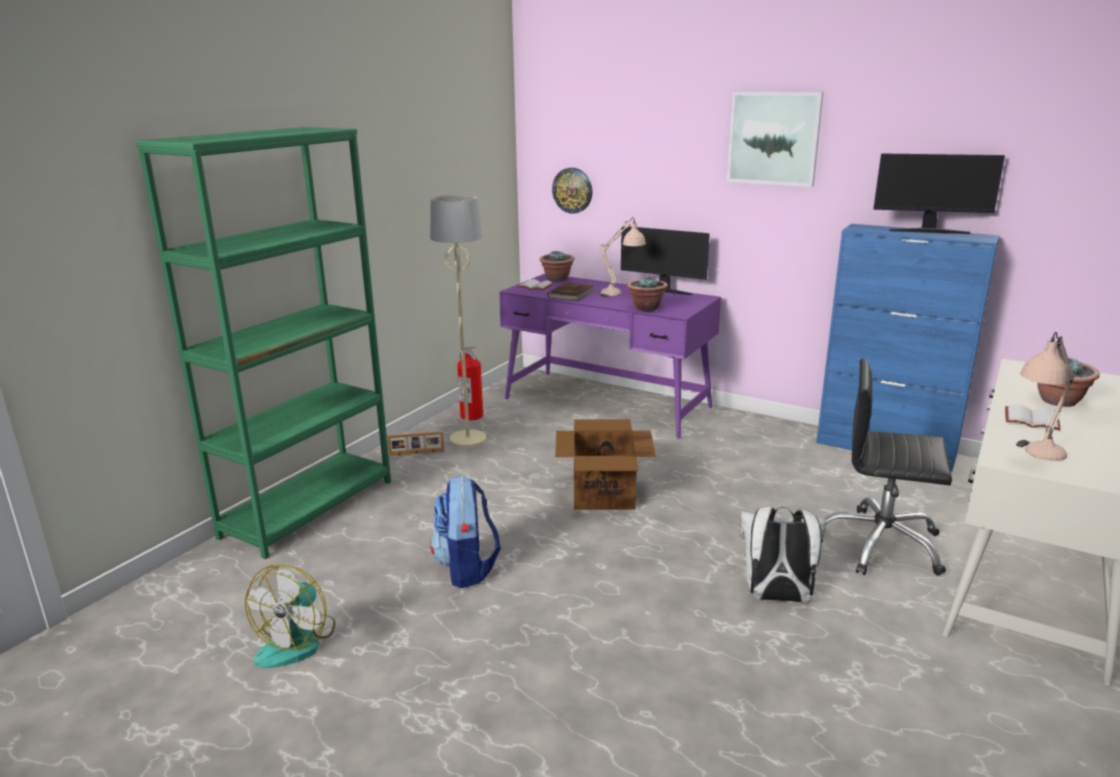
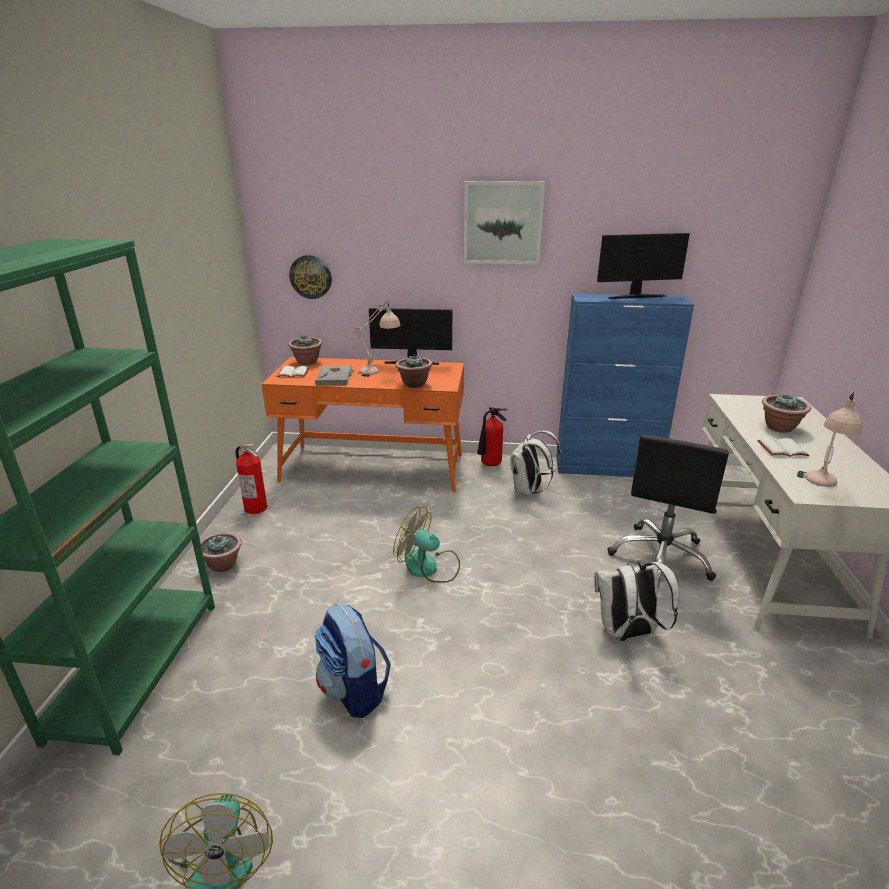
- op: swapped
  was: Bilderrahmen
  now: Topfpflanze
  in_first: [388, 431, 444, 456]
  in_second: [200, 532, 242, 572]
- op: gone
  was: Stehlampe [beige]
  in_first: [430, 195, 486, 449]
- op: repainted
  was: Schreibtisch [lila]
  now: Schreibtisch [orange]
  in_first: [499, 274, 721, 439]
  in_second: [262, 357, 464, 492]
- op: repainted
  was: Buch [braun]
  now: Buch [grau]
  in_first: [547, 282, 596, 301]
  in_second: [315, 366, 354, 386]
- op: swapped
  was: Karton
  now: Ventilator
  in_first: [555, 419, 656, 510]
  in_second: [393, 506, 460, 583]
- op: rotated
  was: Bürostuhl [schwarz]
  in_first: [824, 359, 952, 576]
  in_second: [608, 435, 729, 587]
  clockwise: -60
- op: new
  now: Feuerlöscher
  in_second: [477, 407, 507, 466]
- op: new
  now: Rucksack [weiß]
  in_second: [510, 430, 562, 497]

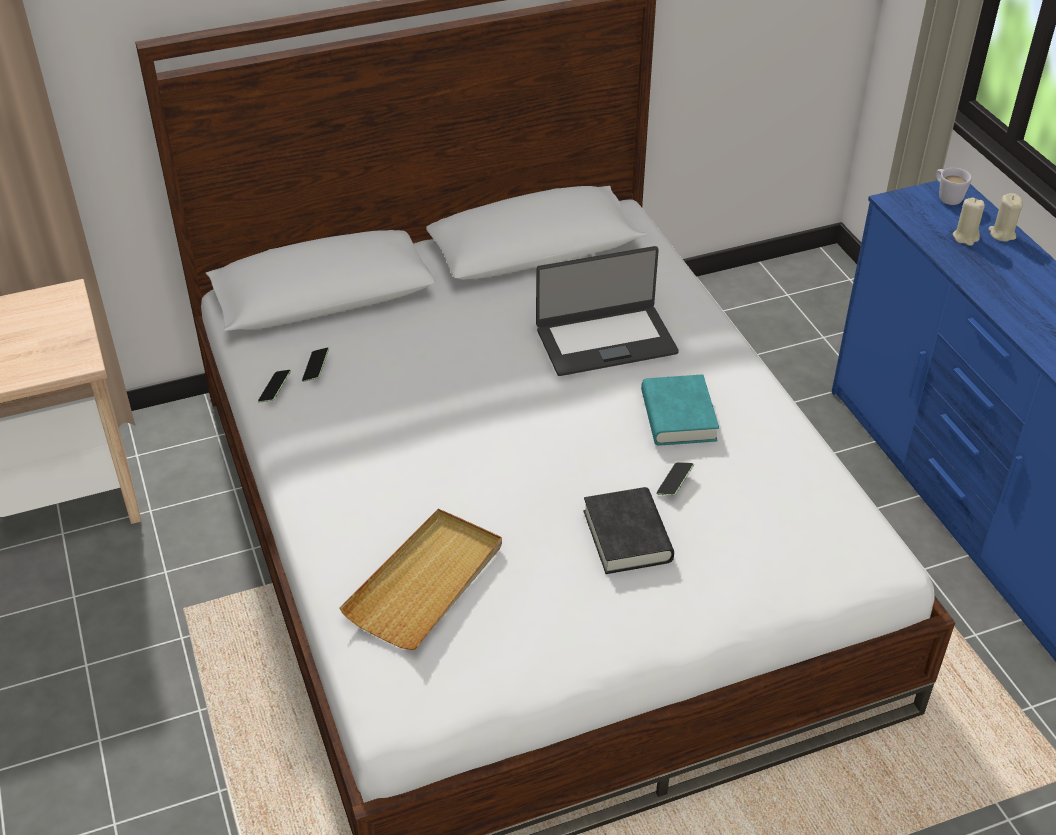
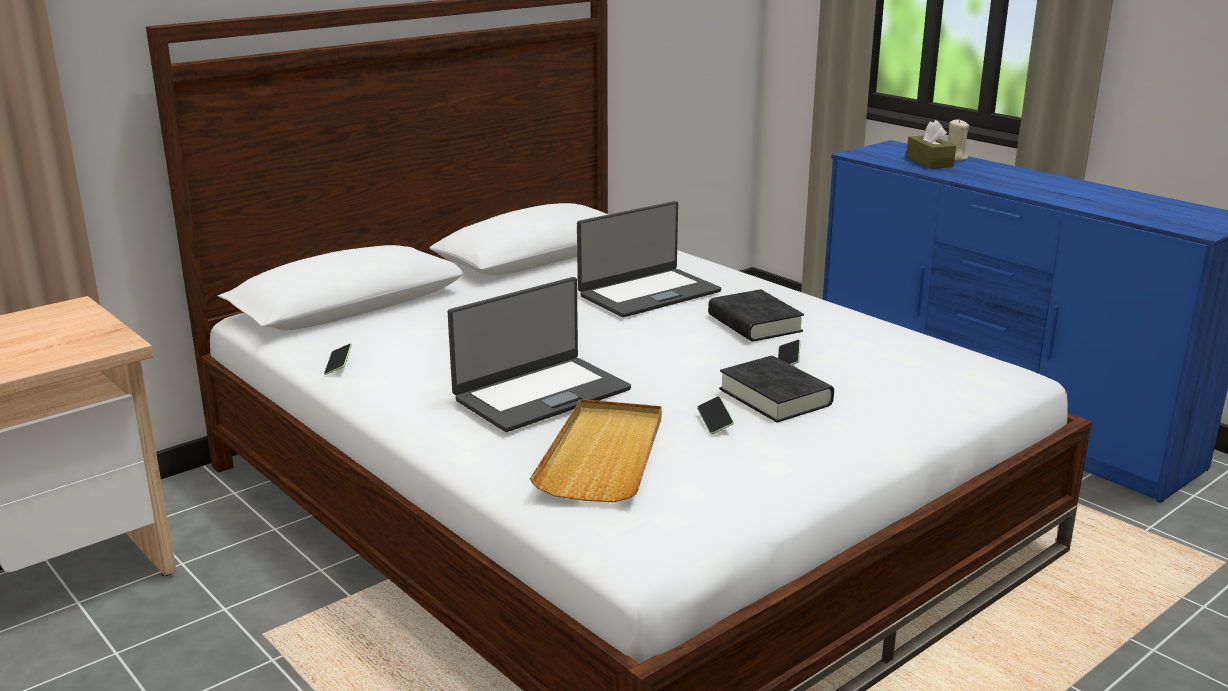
- op: shifted
  was: Handy
  in_first: [302, 347, 329, 382]
  in_second: [697, 396, 734, 434]
- op: repainted
  was: Buch [türkis]
  now: Buch [schwarz]
  in_first: [641, 374, 719, 446]
  in_second: [708, 289, 804, 342]
- op: gone
  was: Henkelbecher [weiß]
  in_first: [936, 168, 972, 205]
- op: swapped
  was: Kerze [beige]
  now: Taschentuchbox [braun]
  in_first: [953, 198, 985, 246]
  in_second: [906, 120, 956, 169]
- op: new
  now: Laptop
  in_second: [448, 277, 631, 432]

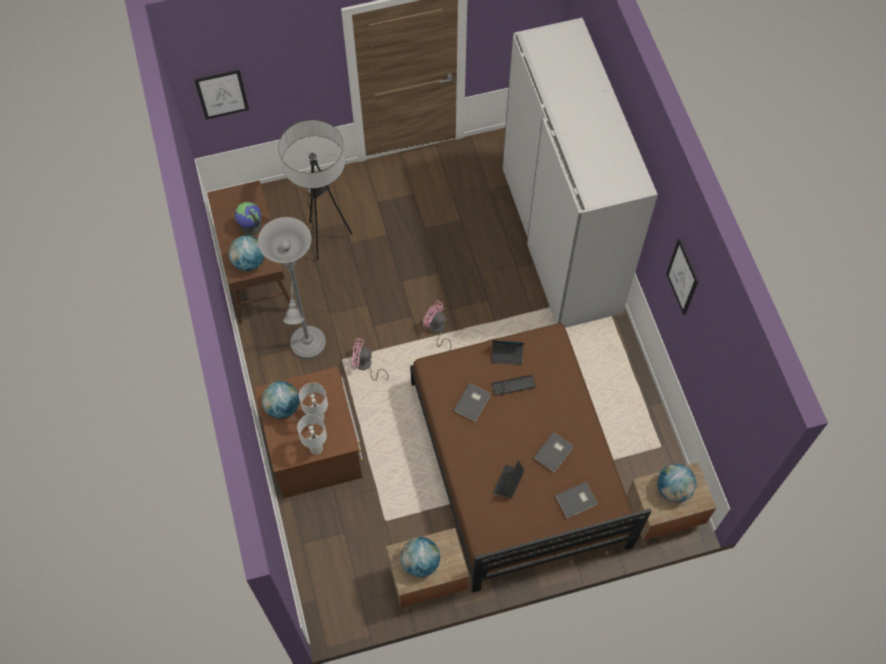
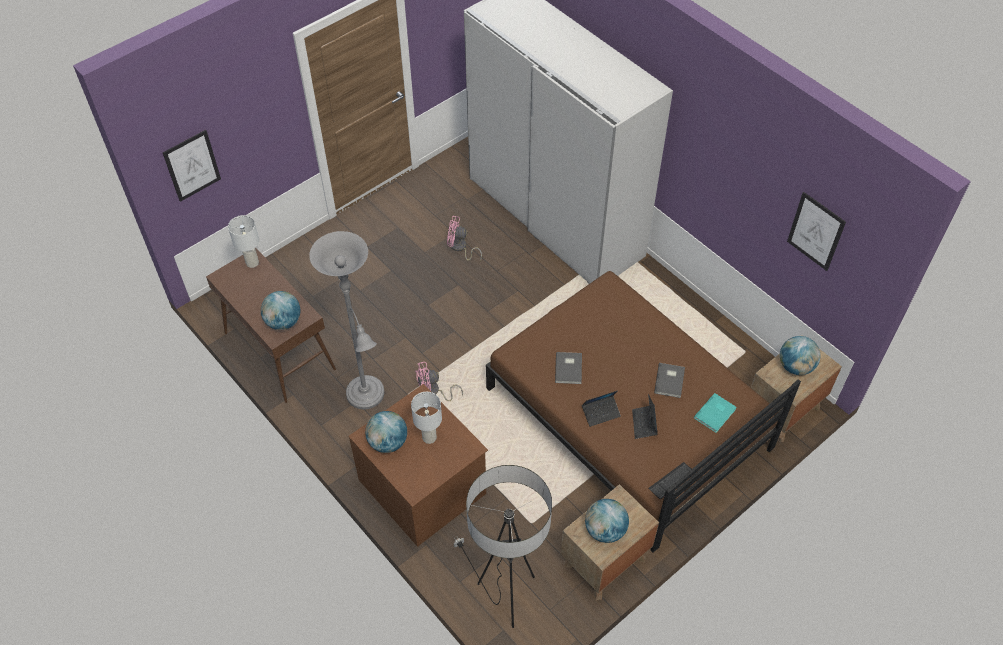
- op: gone
  was: Globus
  in_first: [235, 202, 261, 235]
- op: shifted
  was: Stehlampe
  in_first: [278, 120, 352, 260]
  in_second: [454, 465, 552, 628]
- op: shifted
  was: Tischlampe [weiß]
  in_first: [297, 414, 327, 454]
  in_second: [228, 215, 259, 268]
- op: shifted
  was: Ventilator [rosa]
  in_first: [423, 300, 452, 351]
  in_second: [447, 216, 482, 261]
- op: shifted
  was: Laptop
  in_first: [491, 340, 524, 365]
  in_second: [582, 391, 621, 427]
- op: shifted
  was: Tastatur
  in_first: [491, 375, 536, 396]
  in_second: [648, 462, 691, 499]
- op: repainted
  was: Buch [grau]
  now: Buch [türkis]
  in_first: [555, 482, 598, 518]
  in_second: [694, 393, 737, 433]
- op: shifted
  was: Bild
  in_first: [666, 238, 698, 315]
  in_second: [787, 192, 846, 271]

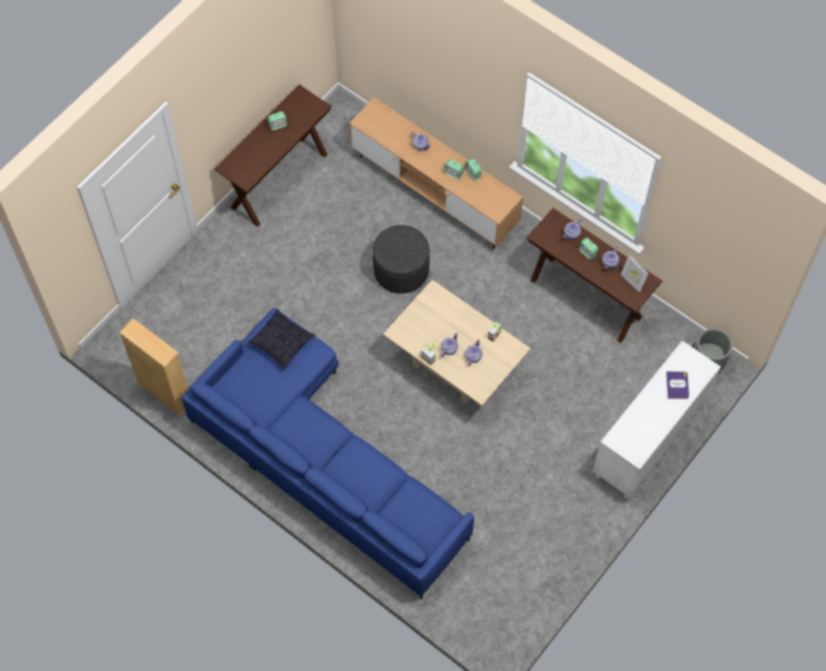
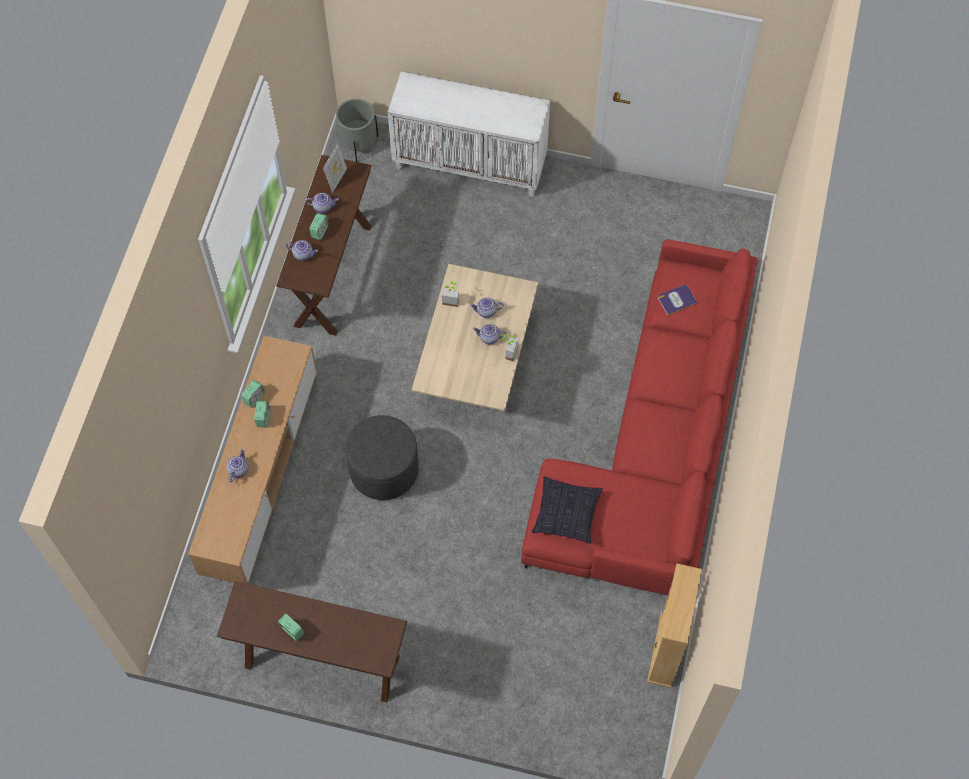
- op: repainted
  was: Sofa [blau]
  now: Sofa [rot]
  in_first: [182, 308, 474, 600]
  in_second: [521, 239, 758, 595]
- op: shifted
  was: Buch
  in_first: [666, 371, 689, 399]
  in_second: [658, 285, 697, 315]

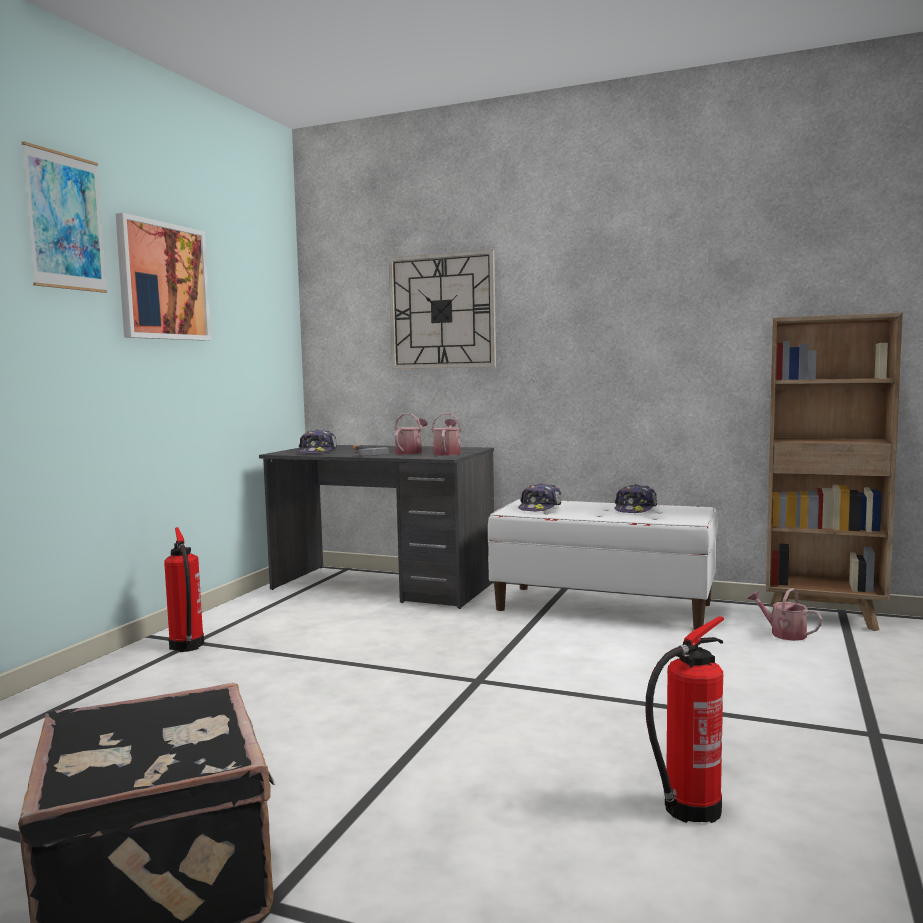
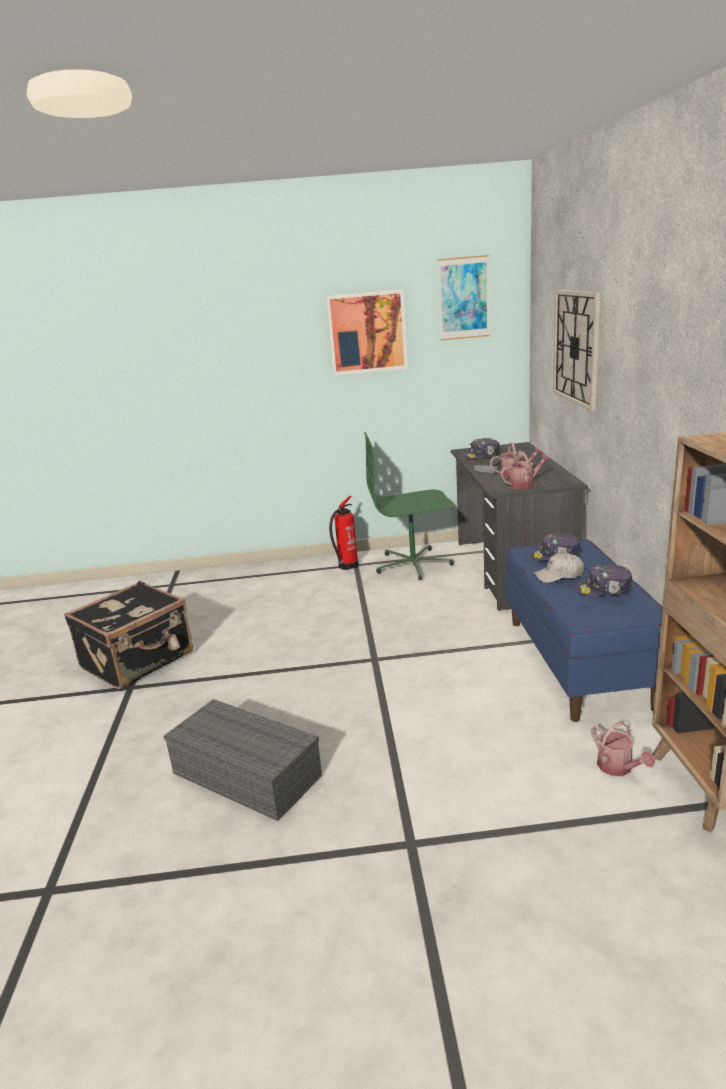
- op: shifted
  was: Bild
  in_first: [22, 141, 107, 293]
  in_second: [438, 255, 490, 341]
- op: repainted
  was: Bank [weiß]
  now: Bank [blau]
  in_first: [488, 499, 718, 630]
  in_second: [505, 540, 663, 722]
- op: swapped
  was: Feuerlöscher
  now: Aufbewahrungsbox [grau]
  in_first: [645, 616, 724, 823]
  in_second: [163, 699, 322, 821]
- op: rotated
  was: Gießkanne
  in_first: [747, 588, 823, 641]
  in_second: [591, 722, 655, 776]
  clockwise: 135
- op: new
  now: Bürostuhl [grün]
  in_second: [364, 432, 454, 581]
- op: new
  now: Kappe [weiß]
  in_second: [534, 553, 584, 583]

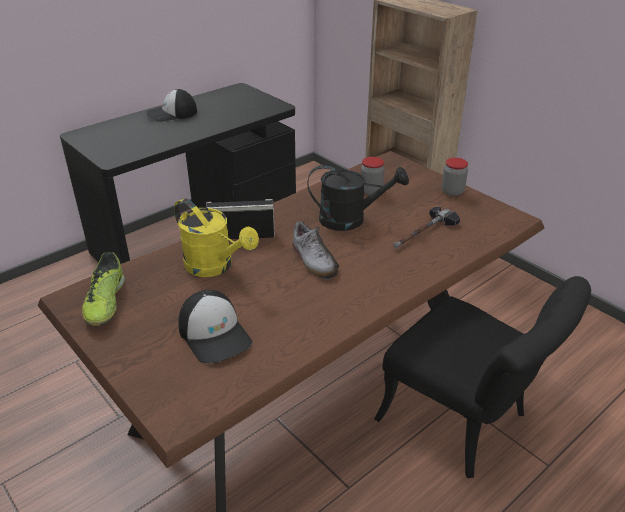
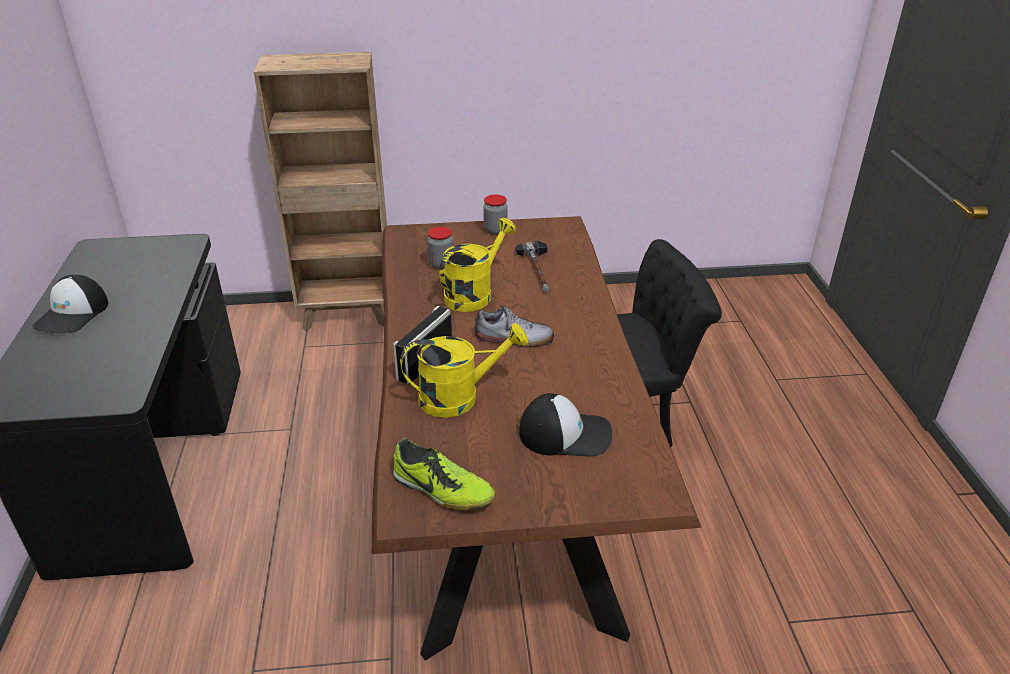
- op: repainted
  was: Gießkanne [schwarz]
  now: Gießkanne [gelb]
  in_first: [307, 165, 409, 231]
  in_second: [439, 218, 516, 312]

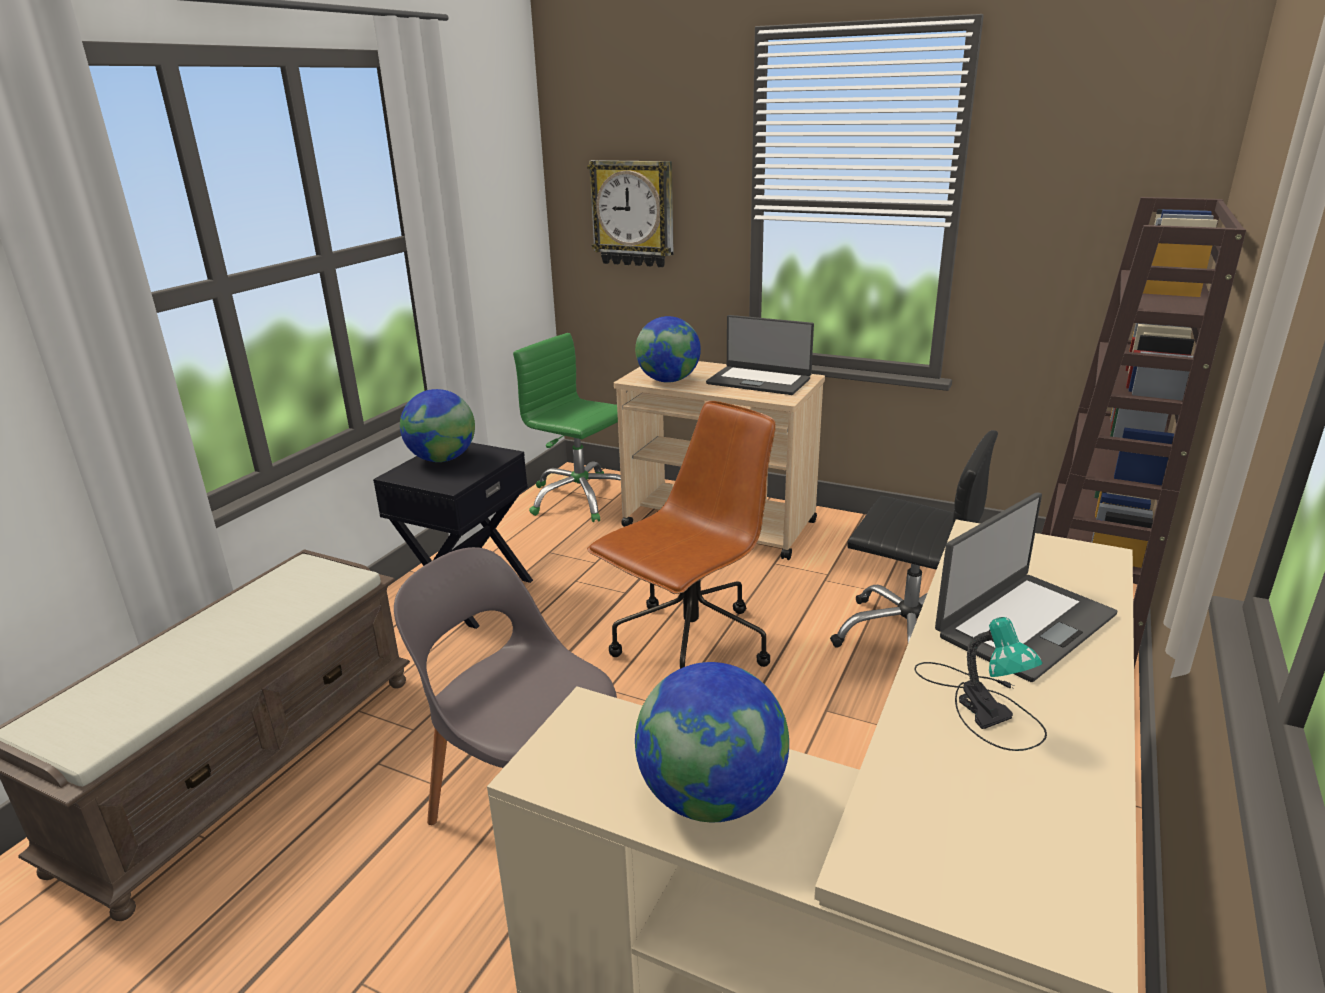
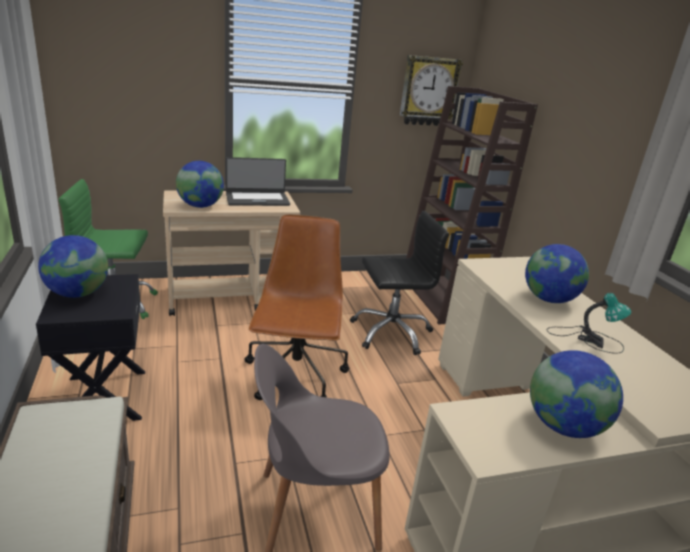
- op: shifted
  was: Wanduhr
  in_first: [587, 160, 674, 267]
  in_second: [400, 55, 463, 126]
- op: swapped
  was: Laptop
  now: Globus
  in_first: [935, 492, 1118, 682]
  in_second: [525, 244, 589, 303]

